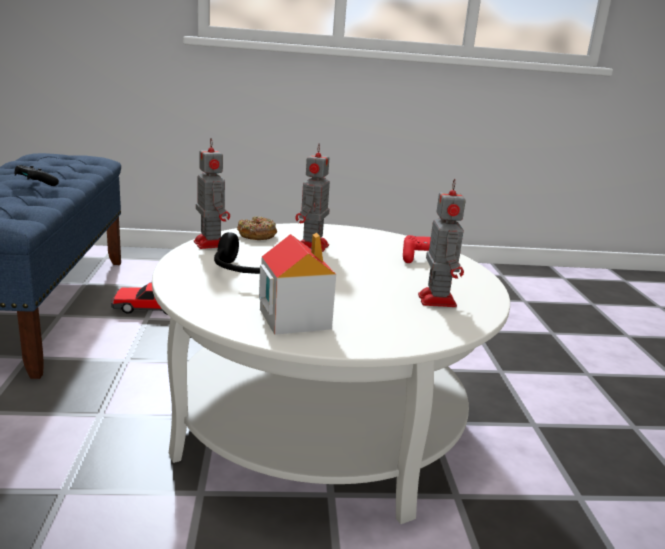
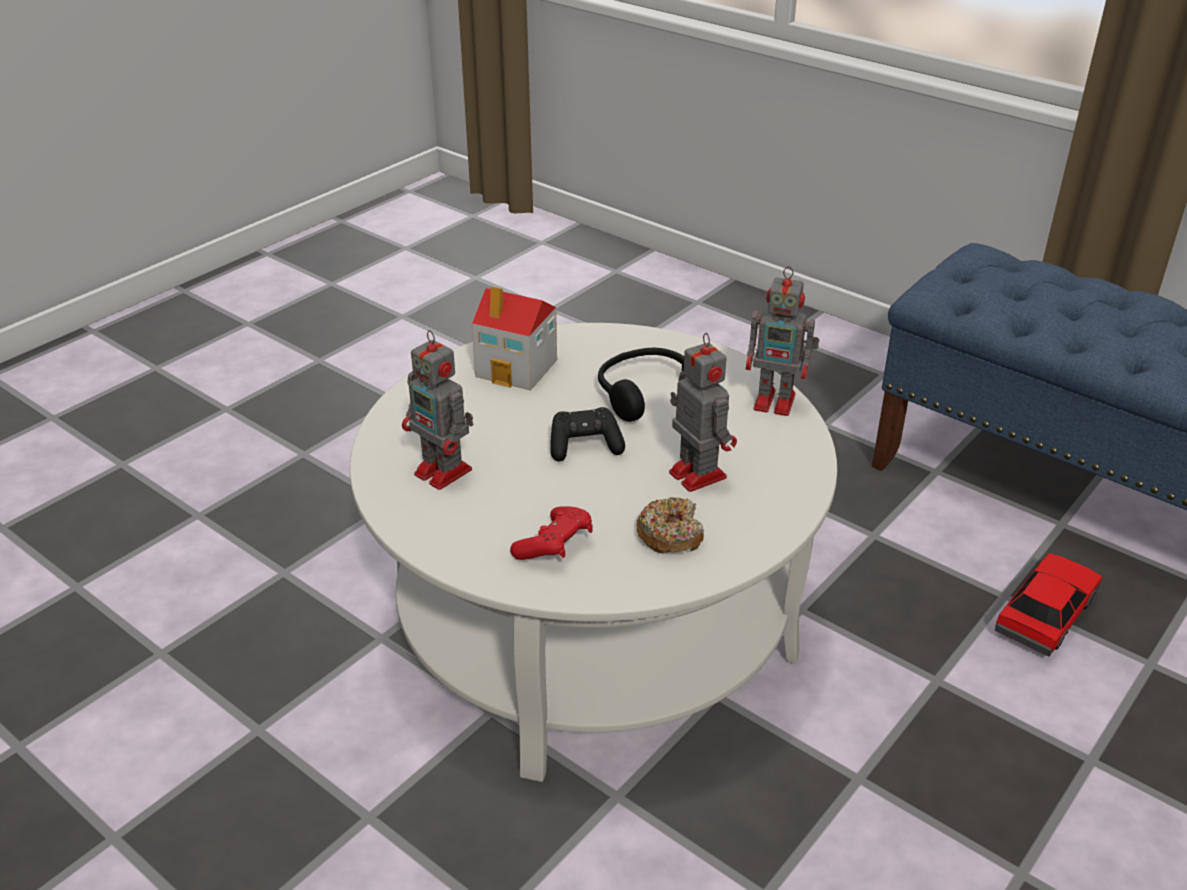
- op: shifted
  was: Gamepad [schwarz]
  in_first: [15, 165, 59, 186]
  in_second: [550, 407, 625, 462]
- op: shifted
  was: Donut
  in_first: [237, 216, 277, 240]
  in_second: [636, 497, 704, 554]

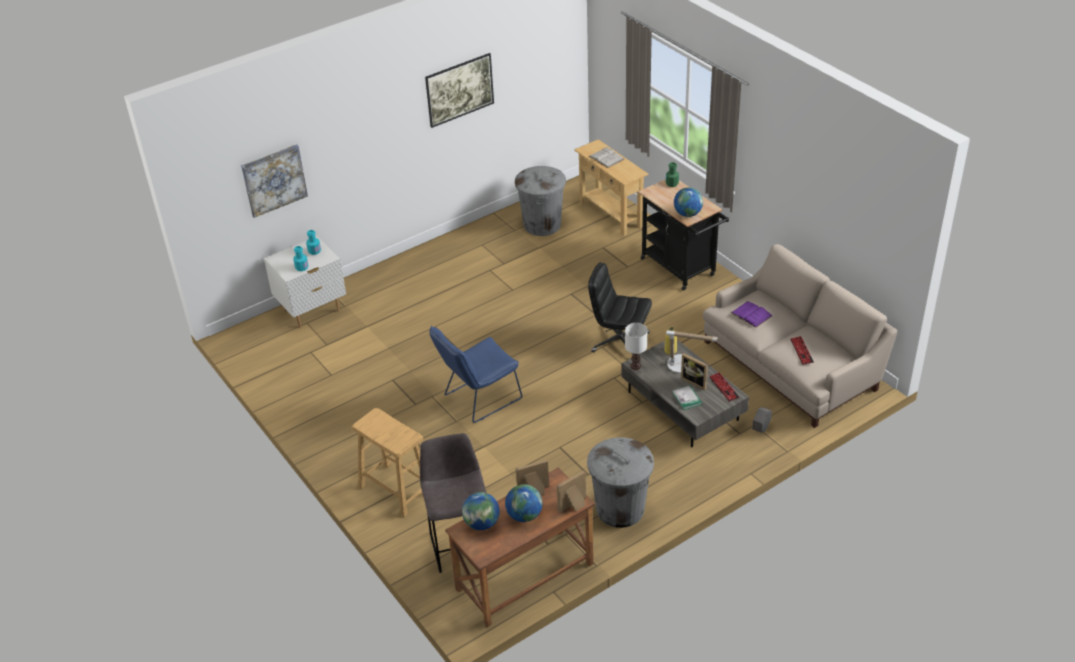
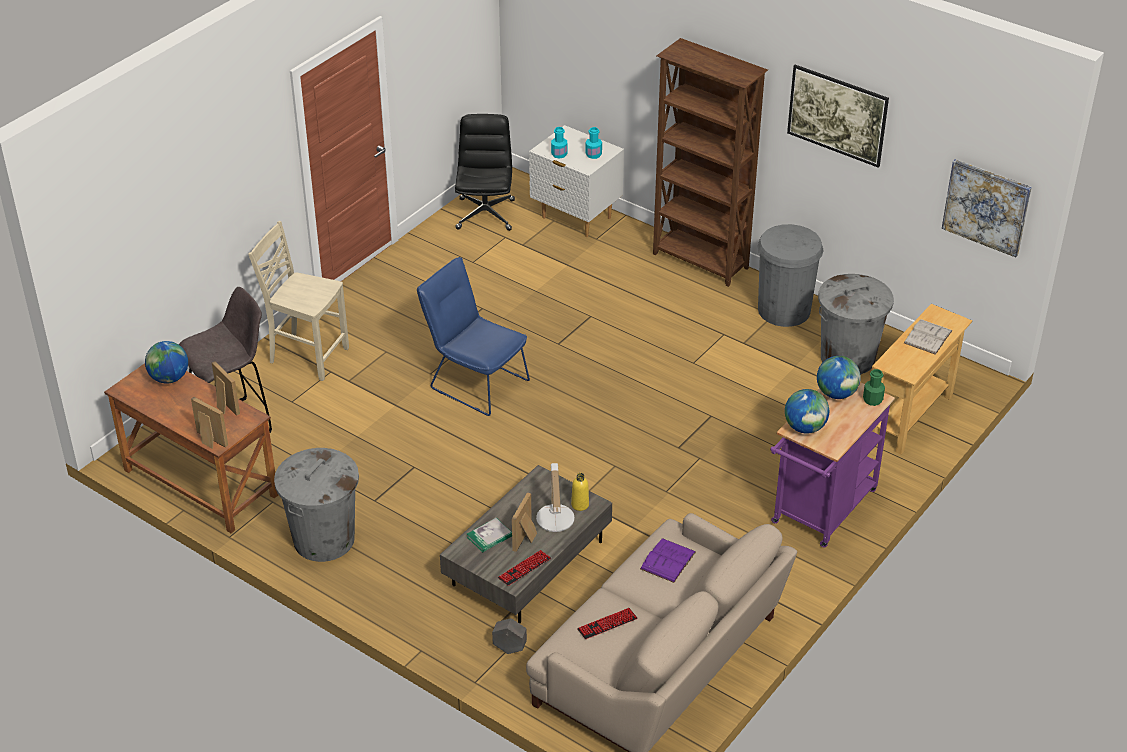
- op: shifted
  was: Bild
  in_first: [241, 144, 308, 218]
  in_second: [942, 159, 1032, 257]
- op: swapped
  was: Hocker [beige]
  now: Stuhl [beige]
  in_first: [352, 408, 424, 517]
  in_second: [248, 221, 349, 381]
- op: shifted
  was: Globus
  in_first: [505, 484, 542, 522]
  in_second: [817, 356, 861, 399]
- op: shifted
  was: Bürostuhl [schwarz]
  in_first: [588, 262, 652, 354]
  in_second: [455, 114, 515, 231]
- op: gone
  was: Tischlampe [weiß]
  in_first: [625, 323, 648, 370]
- op: repainted
  was: Rollwagen [schwarz]
  now: Rollwagen [lila]
  in_first: [638, 179, 729, 291]
  in_second: [770, 382, 895, 548]
- op: new
  now: Bücherregal [braun]
  in_second: [653, 38, 768, 287]
- op: new
  now: Mülleimer [grau]
  in_second: [758, 224, 824, 327]

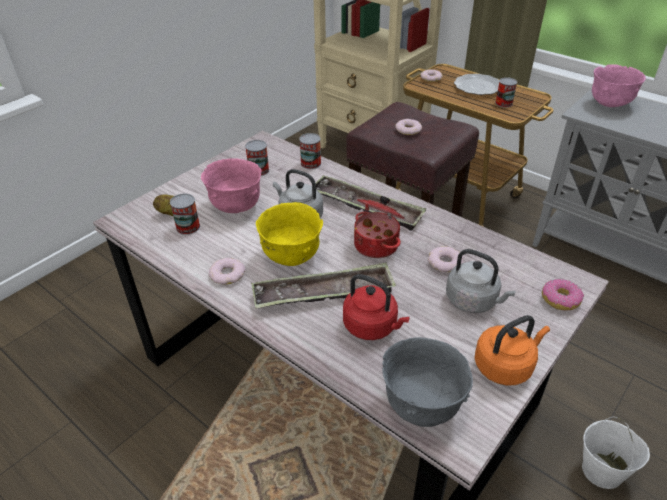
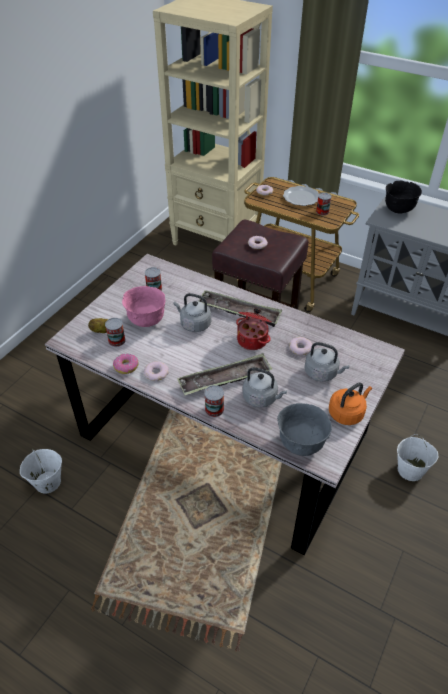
- op: gone
  was: Schüssel [gelb]
  in_first: [256, 202, 323, 266]
- op: shifted
  was: Dose
  in_first: [299, 133, 321, 169]
  in_second: [204, 385, 224, 417]
- op: repainted
  was: Wasserkessel [rot]
  now: Wasserkessel [grau]
  in_first: [343, 274, 410, 340]
  in_second: [242, 367, 287, 408]
- op: shifted
  was: Donut
  in_first: [542, 279, 584, 310]
  in_second: [113, 354, 138, 374]
- op: repainted
  was: Schüssel [rosa]
  now: Schüssel [schwarz]
  in_first: [592, 64, 646, 107]
  in_second: [385, 181, 422, 214]
- op: new
  now: Eimer [weiß]
  in_second: [20, 448, 62, 494]

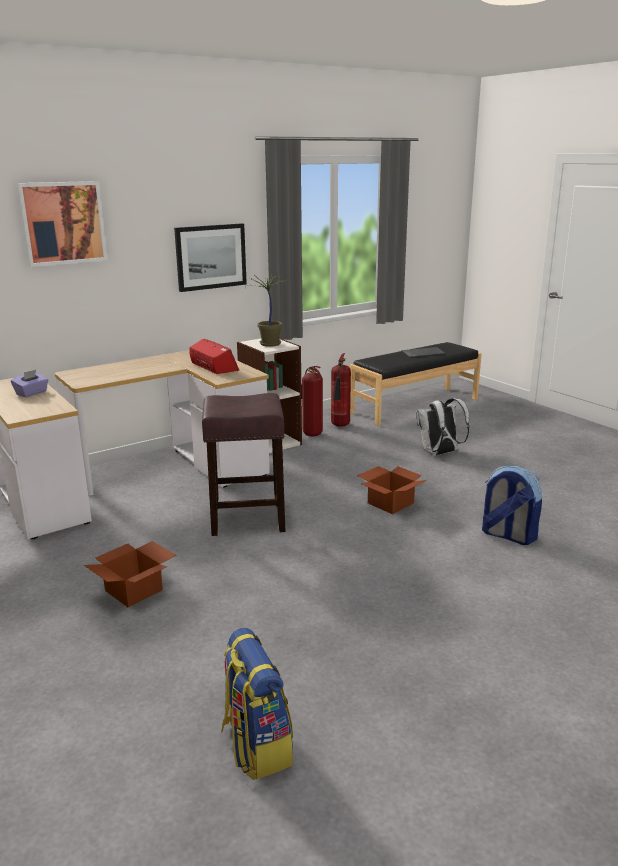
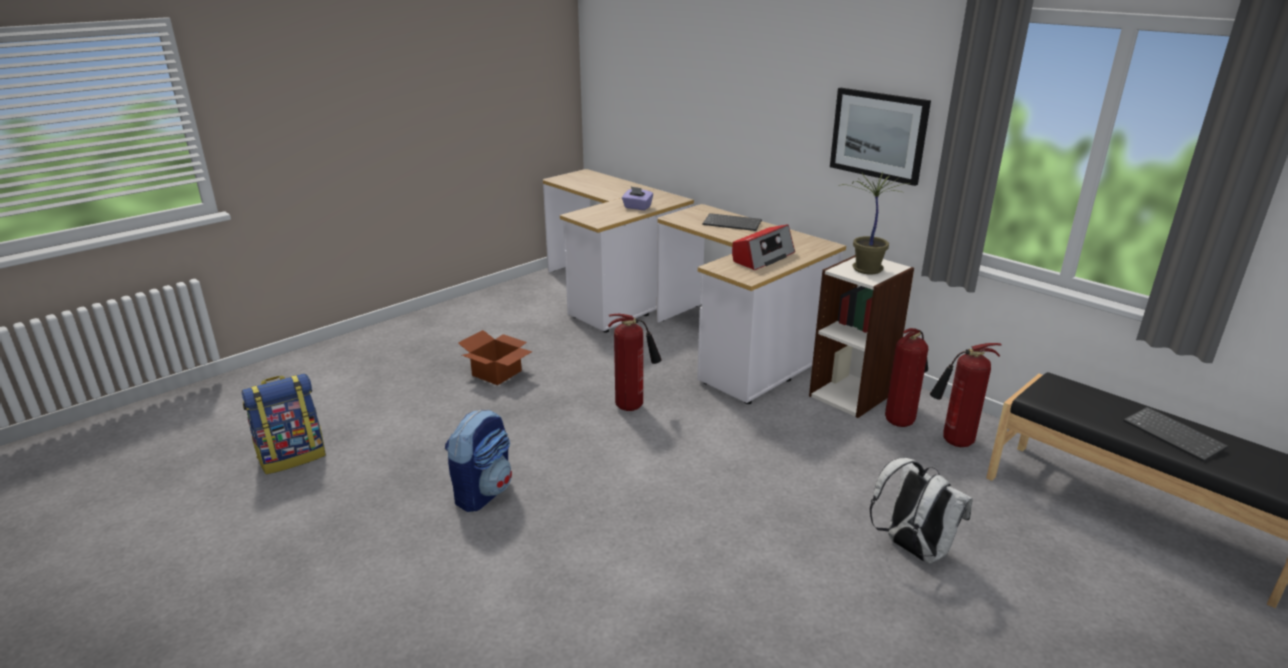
- op: gone
  was: Bild
  in_first: [17, 181, 108, 267]
- op: swapped
  was: Hocker [braun]
  now: Feuerlöscher
  in_first: [202, 393, 286, 536]
  in_second: [608, 314, 661, 411]
- op: gone
  was: Karton
  in_first: [357, 466, 427, 514]
- op: shifted
  was: Rucksack
  in_first: [482, 466, 542, 545]
  in_second: [445, 410, 512, 512]
- op: new
  now: Tastatur
  in_second: [703, 213, 762, 231]

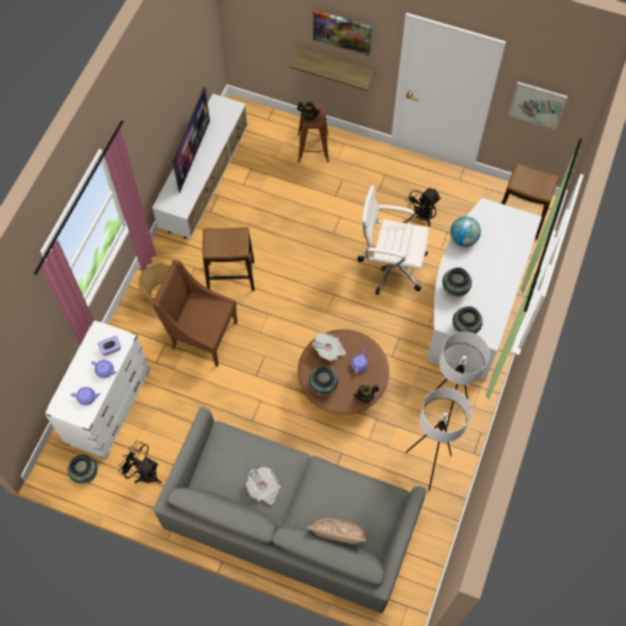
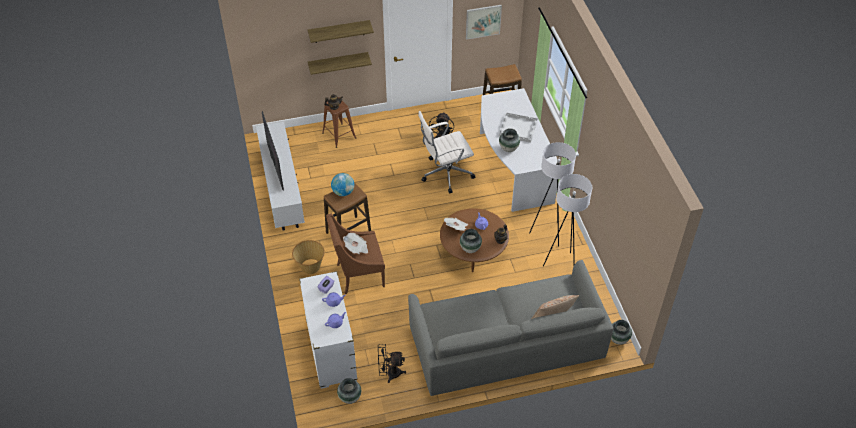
- op: shifted
  was: Zeitung
  in_first: [246, 467, 281, 505]
  in_second: [343, 233, 368, 254]
- op: swapped
  was: Bild
  now: Wandregal
  in_first: [313, 9, 372, 56]
  in_second: [308, 20, 374, 43]
- op: shifted
  was: Globus
  in_first: [450, 216, 481, 247]
  in_second: [331, 173, 354, 196]
- op: shifted
  was: Vase
  in_first: [452, 306, 483, 334]
  in_second: [611, 320, 632, 345]
- op: new
  now: Tablett [weiß]
  in_second: [499, 112, 538, 143]

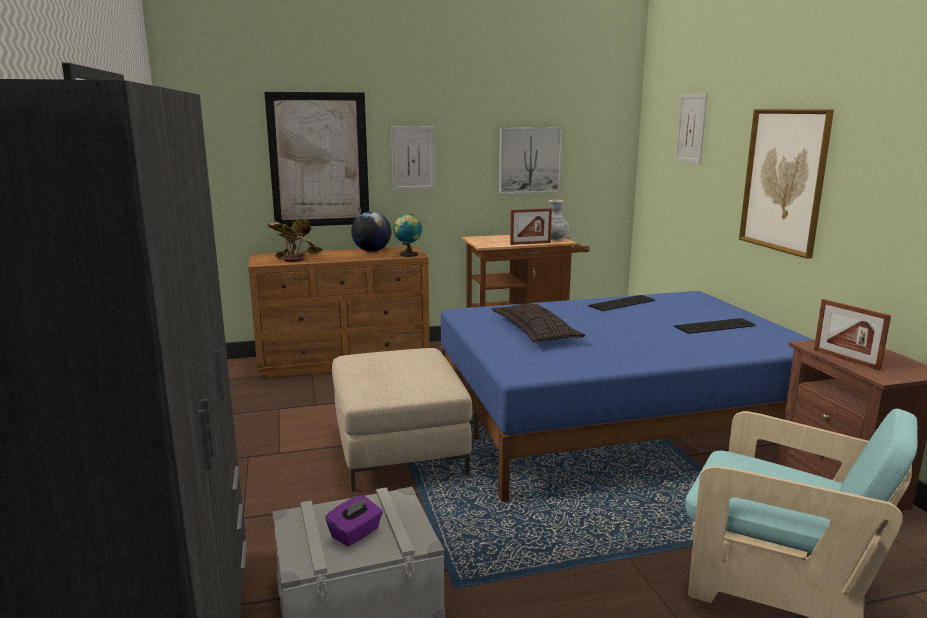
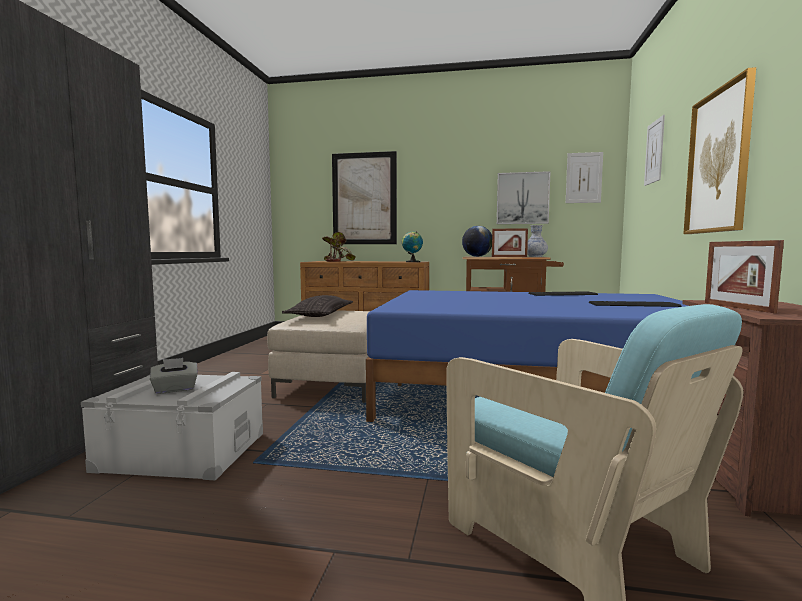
- op: repainted
  was: Taschentuchbox [lila]
  now: Taschentuchbox [grau]
  in_first: [325, 495, 383, 547]
  in_second: [150, 358, 198, 394]
- op: shifted
  was: Globus
  in_first: [351, 212, 391, 252]
  in_second: [462, 226, 492, 257]
- op: shifted
  was: Bild
  in_first: [391, 126, 435, 191]
  in_second: [566, 152, 603, 203]
- op: shifted
  was: Kissen
  in_first: [491, 303, 585, 343]
  in_second: [282, 295, 353, 317]

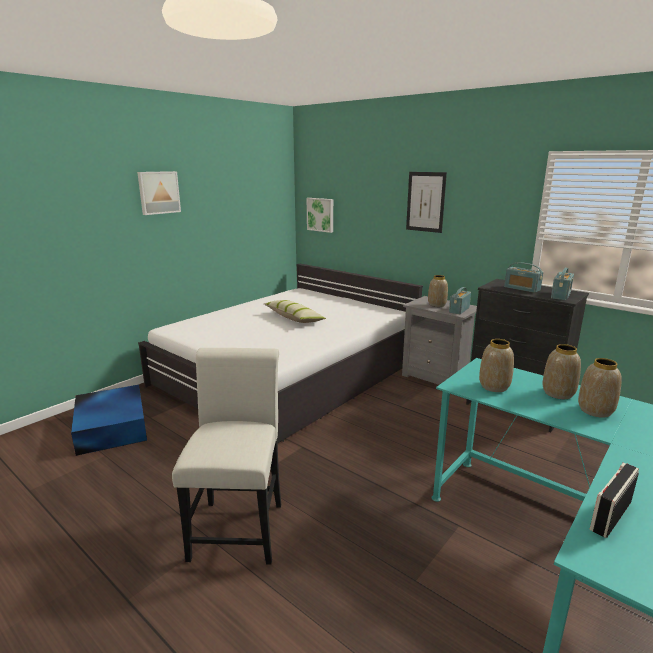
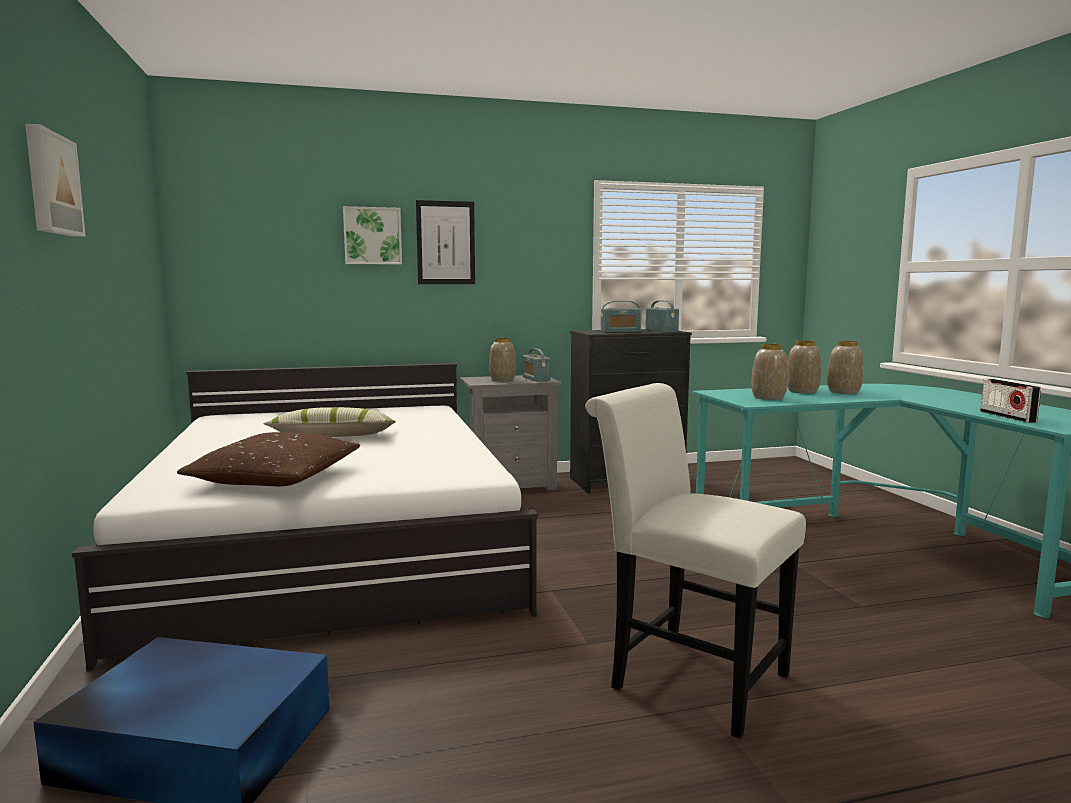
- op: shifted
  was: Bild
  in_first: [307, 198, 333, 233]
  in_second: [343, 206, 402, 265]
- op: new
  now: Kissen [braun]
  in_second: [177, 432, 360, 486]

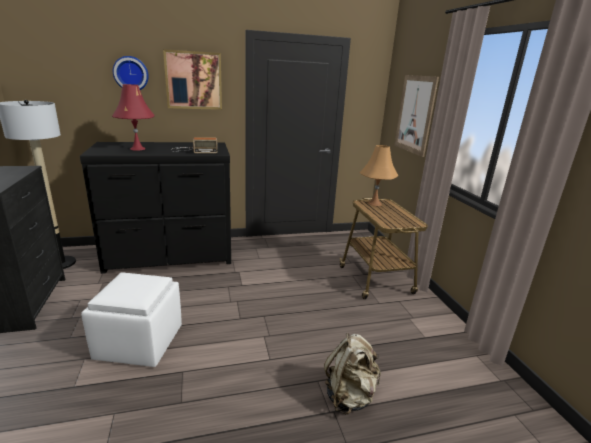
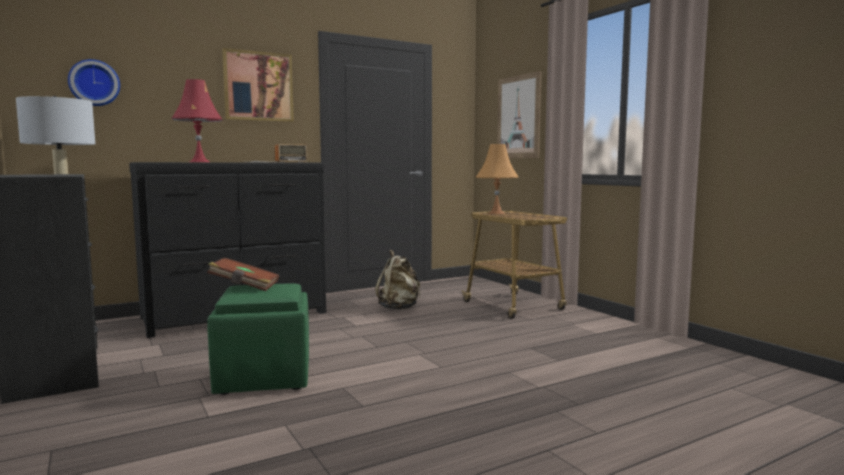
- op: repainted
  was: Polsterhocker [weiß]
  now: Polsterhocker [grün]
  in_first: [81, 272, 182, 367]
  in_second: [207, 283, 309, 395]
- op: shifted
  was: Wanduhr
  in_first: [113, 56, 149, 90]
  in_second: [68, 59, 120, 106]
- op: shifted
  was: Rucksack [beige]
  in_first: [324, 333, 381, 415]
  in_second: [376, 250, 420, 309]
- op: new
  now: Buch [braun]
  in_second: [207, 258, 279, 291]

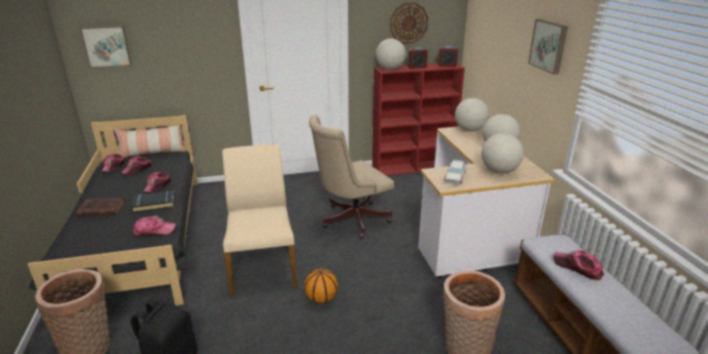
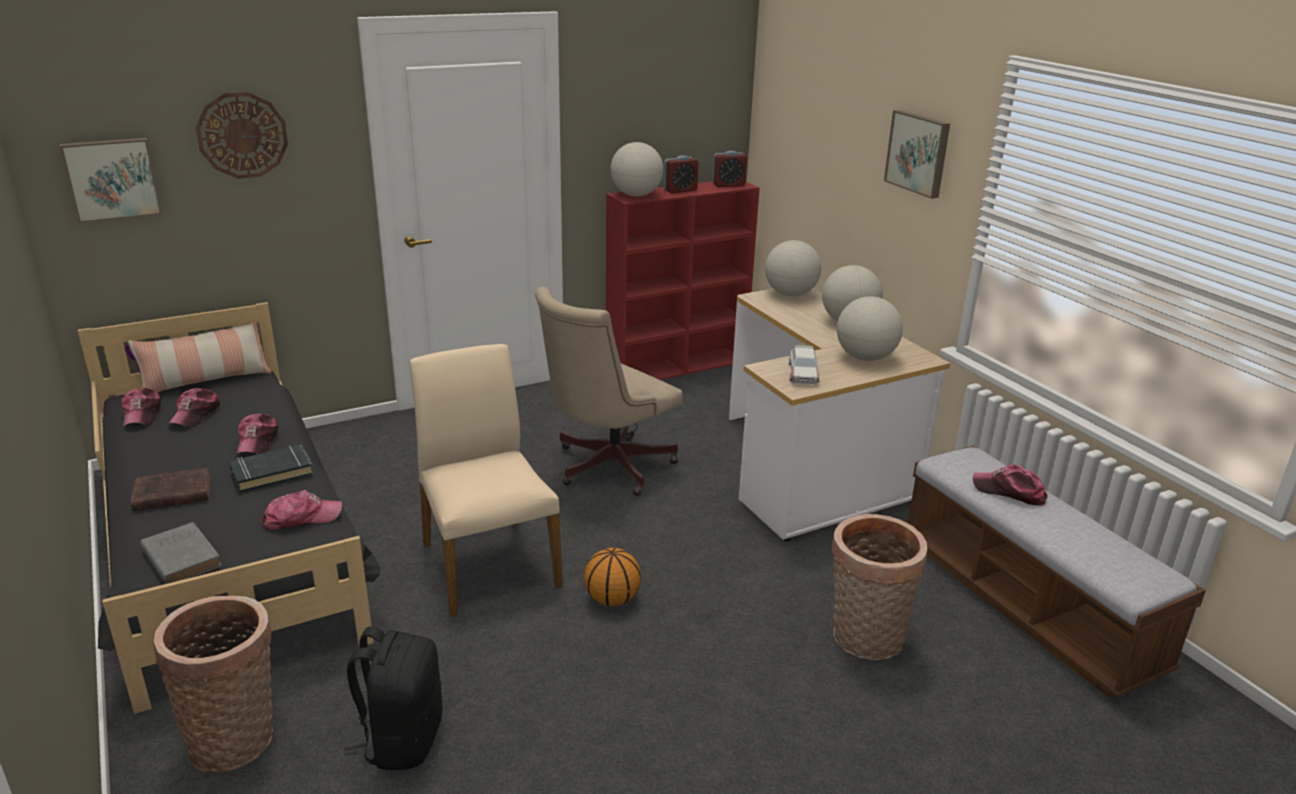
- op: shifted
  was: Wanduhr
  in_first: [390, 3, 428, 44]
  in_second: [196, 92, 288, 179]
- op: new
  now: Buch [grau]
  in_second: [140, 522, 222, 584]

